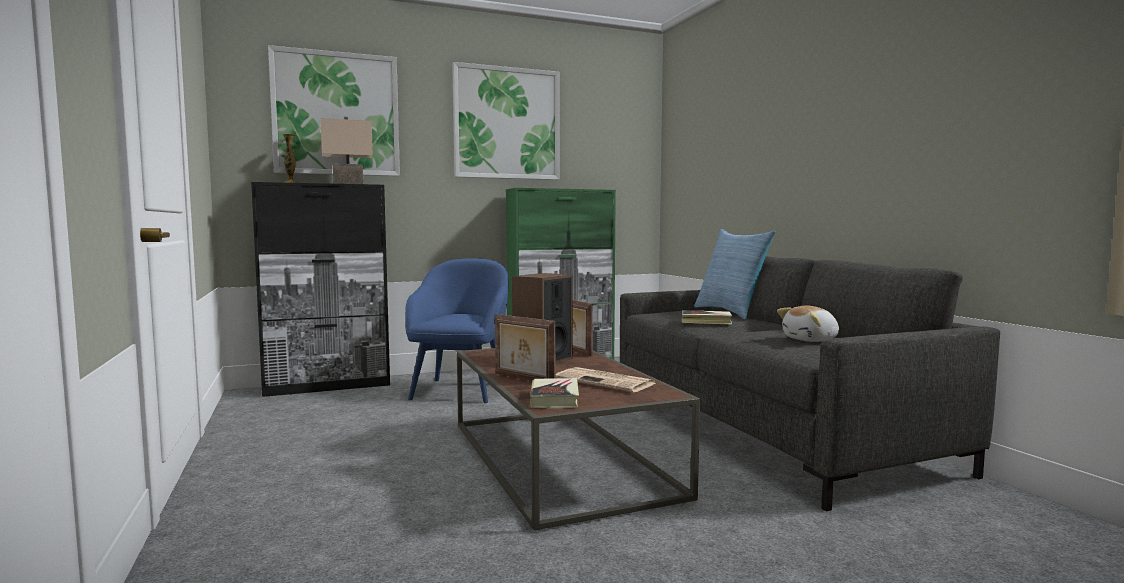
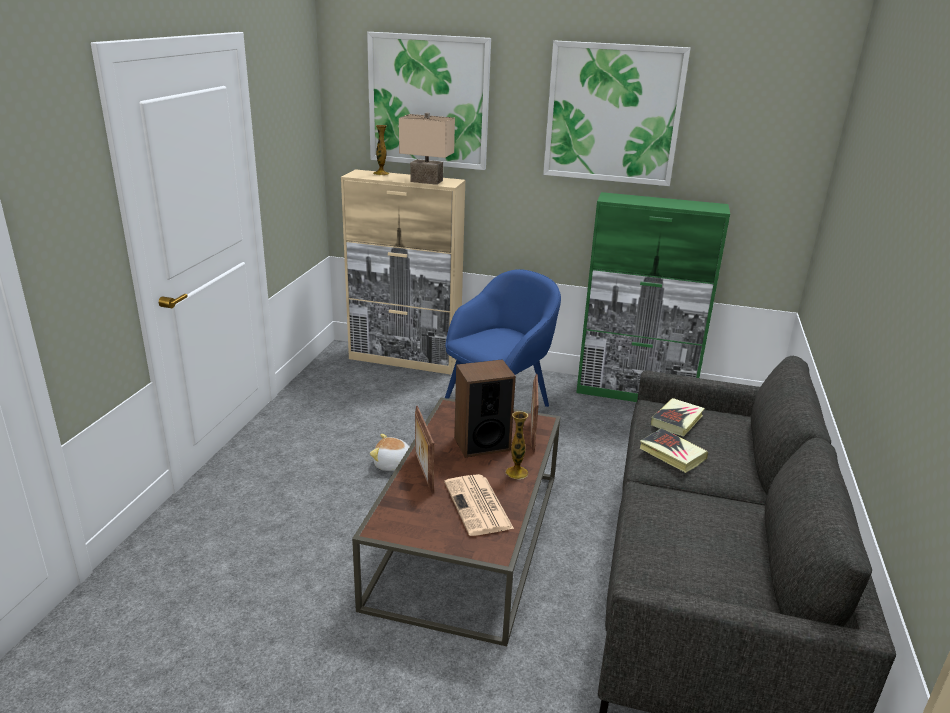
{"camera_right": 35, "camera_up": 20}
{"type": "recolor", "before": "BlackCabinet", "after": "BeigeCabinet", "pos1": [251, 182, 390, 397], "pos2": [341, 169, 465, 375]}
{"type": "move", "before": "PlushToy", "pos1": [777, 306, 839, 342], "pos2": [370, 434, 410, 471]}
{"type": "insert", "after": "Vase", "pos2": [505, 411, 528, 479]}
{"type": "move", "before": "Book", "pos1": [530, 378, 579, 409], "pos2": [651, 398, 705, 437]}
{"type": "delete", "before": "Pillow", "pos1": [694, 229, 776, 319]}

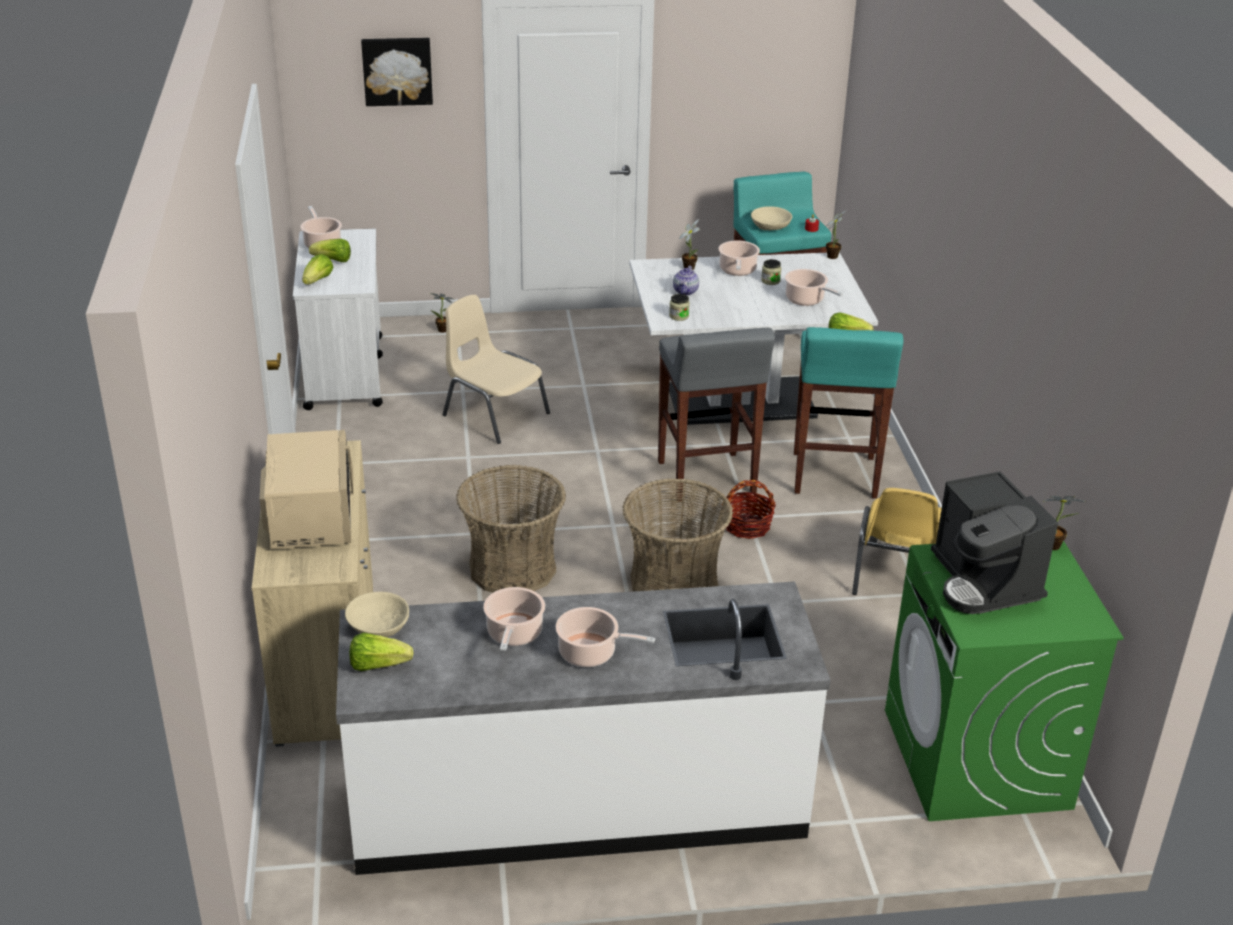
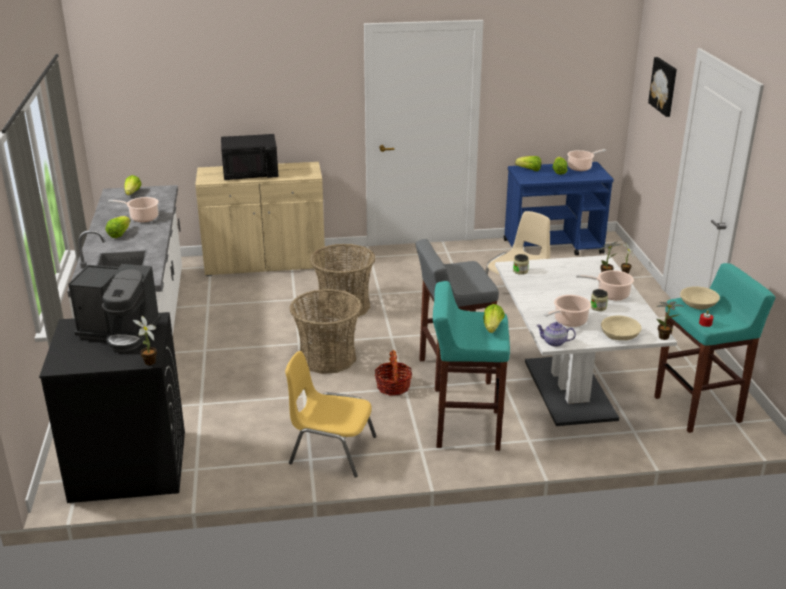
{"camera_right": 90, "camera_up": -5}
{"type": "recolor", "before": "GreenWashingMachine", "after": "BlackWashingMachine", "pos1": [885, 541, 1124, 821], "pos2": [39, 312, 185, 503]}
{"type": "rotate", "before": "CoffeeMachine", "pos1": [931, 471, 1058, 614], "pos2": [68, 264, 161, 352], "turn": -150}
{"type": "replace", "before": "CookingPot", "after": "Lettuce", "pos1": [555, 607, 655, 667], "pos2": [106, 216, 130, 238]}
{"type": "recolor", "before": "BeigeMicrowave", "after": "BlackMicrowave", "pos1": [260, 430, 353, 549], "pos2": [221, 134, 278, 180]}
{"type": "recolor", "before": "WhiteCart", "after": "BlueCart", "pos1": [293, 229, 383, 410], "pos2": [504, 162, 614, 255]}
{"type": "move", "before": "Teapot", "pos1": [673, 265, 699, 295], "pos2": [536, 322, 576, 347]}
{"type": "move", "before": "BeigeBowl", "pos1": [345, 592, 409, 638], "pos2": [601, 316, 642, 340]}

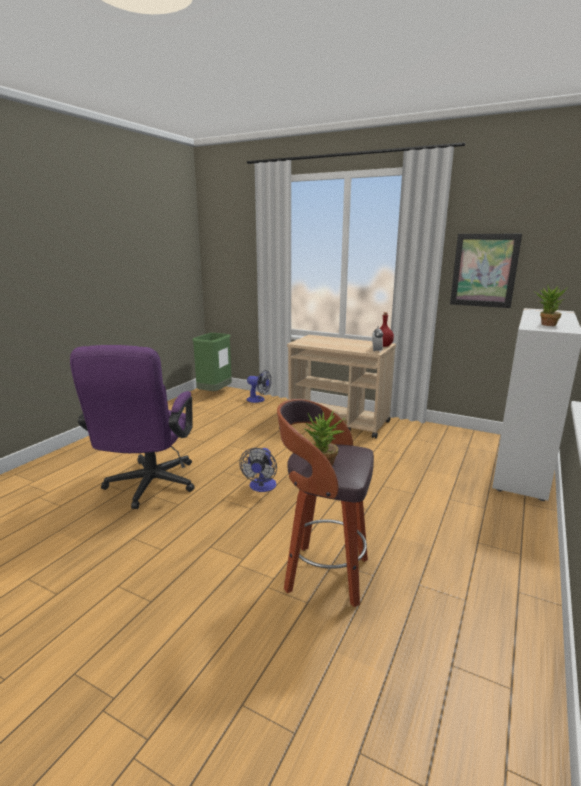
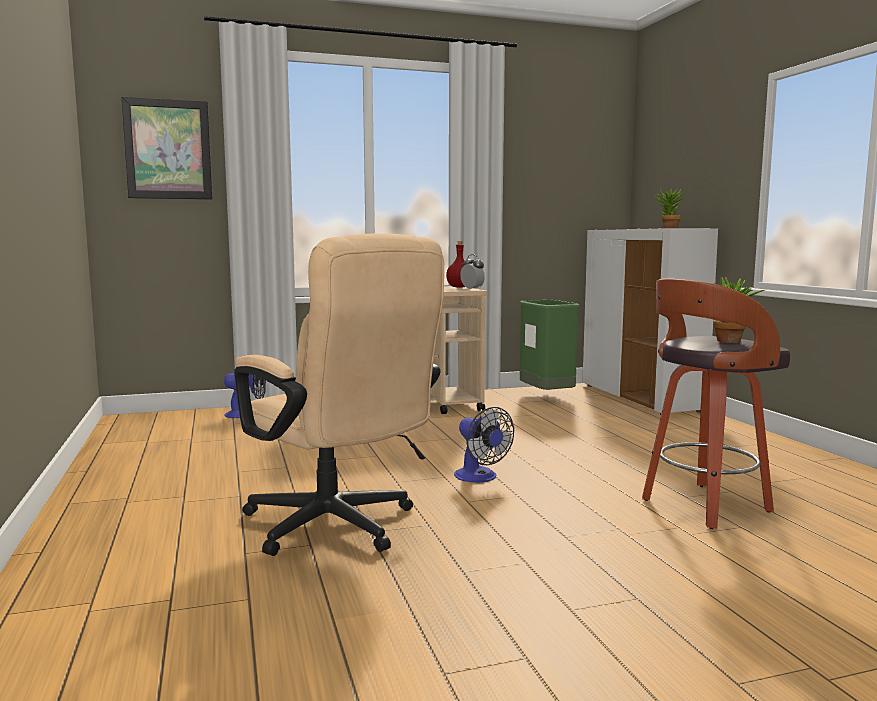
{"camera_right": -45, "camera_up": -10}
{"type": "move", "before": "Picture", "pos1": [450, 234, 522, 308], "pos2": [122, 97, 212, 199]}
{"type": "recolor", "before": "PurpleOfficeChair", "after": "BeigeOfficeChair", "pos1": [70, 345, 195, 509], "pos2": [234, 233, 444, 556]}
{"type": "move", "before": "GreenTrashCan", "pos1": [192, 333, 232, 391], "pos2": [520, 300, 580, 390]}

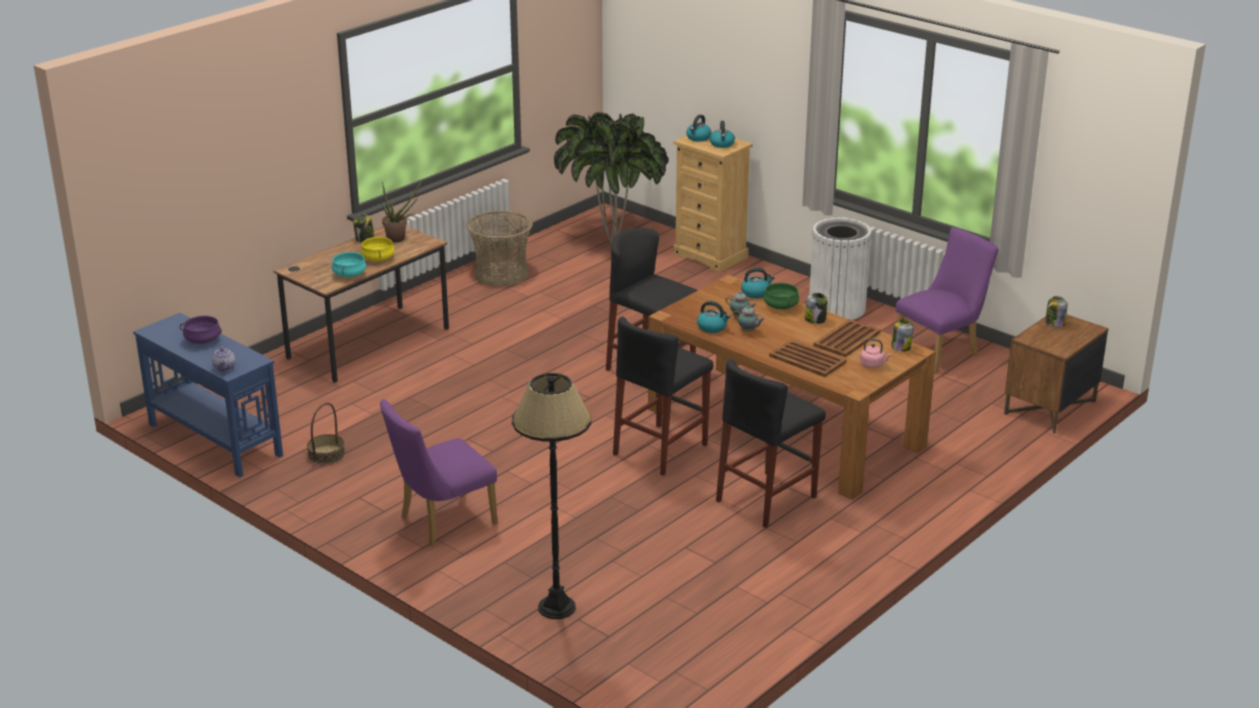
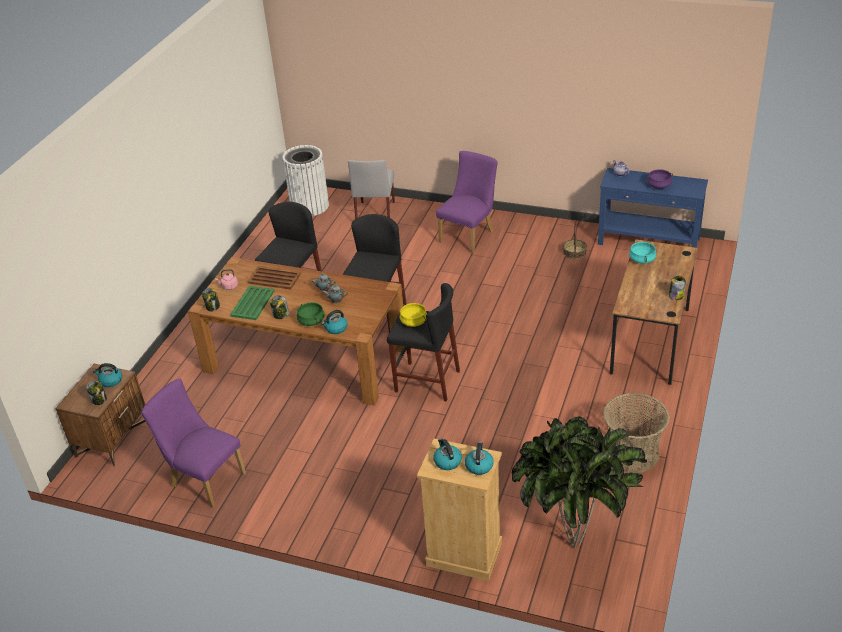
{"camera_right": 160, "camera_up": 10}
{"type": "move", "before": "Kettle", "pos1": [697, 301, 731, 333], "pos2": [93, 363, 122, 387]}
{"type": "rotate", "before": "PurpleChair", "pos1": [896, 227, 999, 373], "pos2": [141, 378, 246, 508], "turn": 90}
{"type": "recolor", "before": "BrownTray", "after": "GreenTray", "pos1": [813, 319, 881, 357], "pos2": [230, 286, 275, 320]}
{"type": "move", "before": "WhiteTrashCan", "pos1": [809, 218, 872, 320], "pos2": [283, 145, 329, 216]}
{"type": "replace", "before": "BlackFloorLamp", "after": "GreyChair", "pos1": [512, 373, 592, 619], "pos2": [348, 160, 395, 219]}
{"type": "move", "before": "YellowCookingPot", "pos1": [361, 237, 395, 262], "pos2": [400, 303, 427, 327]}
{"type": "delete", "before": "PottedPlant", "pos1": [382, 181, 422, 242]}

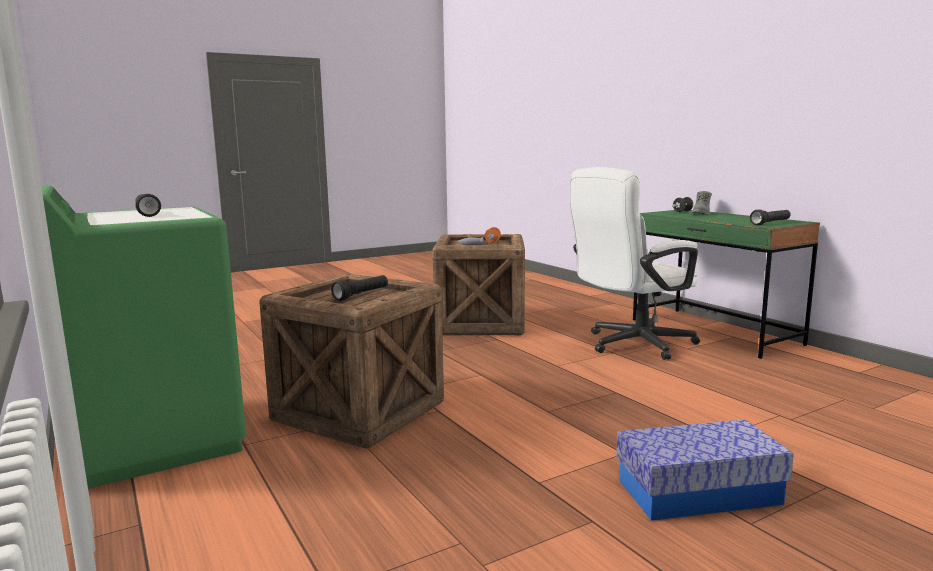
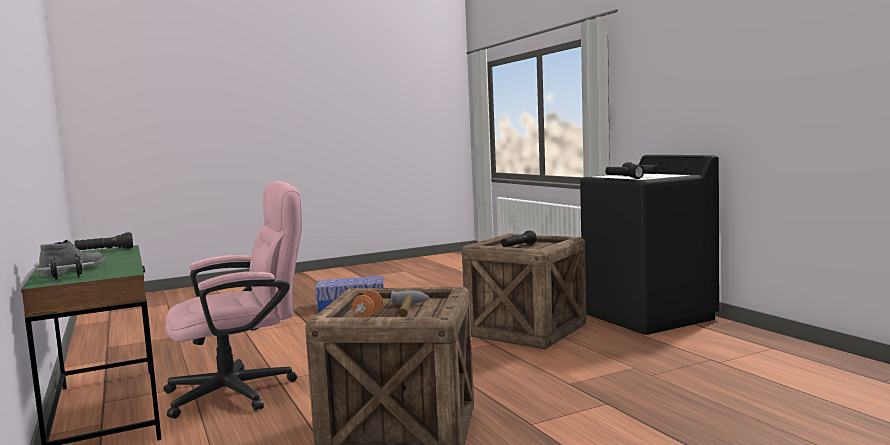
{"camera_right": -175, "camera_up": -5}
{"type": "recolor", "before": "WhiteOfficeChair", "after": "PinkOfficeChair", "pos1": [569, 167, 700, 360], "pos2": [163, 181, 302, 419]}
{"type": "recolor", "before": "GreenWashingMachine", "after": "BlackWashingMachine", "pos1": [41, 185, 246, 489], "pos2": [580, 155, 719, 335]}
{"type": "insert", "after": "BlackFlashlight", "pos2": [605, 165, 644, 179]}

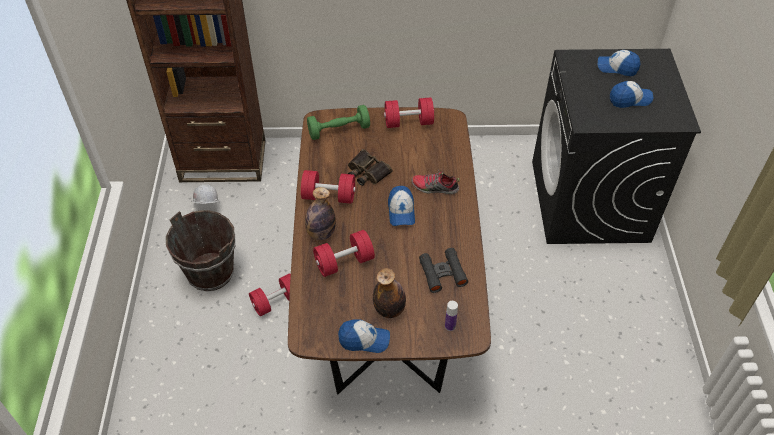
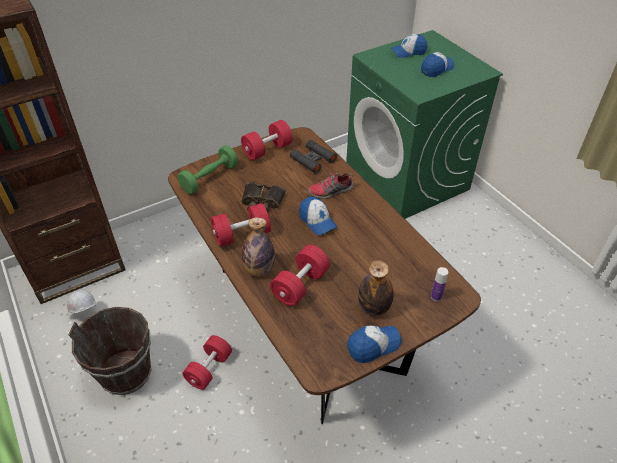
{"camera_right": -30, "camera_up": -5}
{"type": "move", "before": "BlackBinoculars", "pos1": [419, 248, 468, 293], "pos2": [290, 140, 337, 174]}
{"type": "recolor", "before": "BlackWashingMachine", "after": "GreenWashingMachine", "pos1": [532, 49, 701, 244], "pos2": [346, 30, 503, 219]}

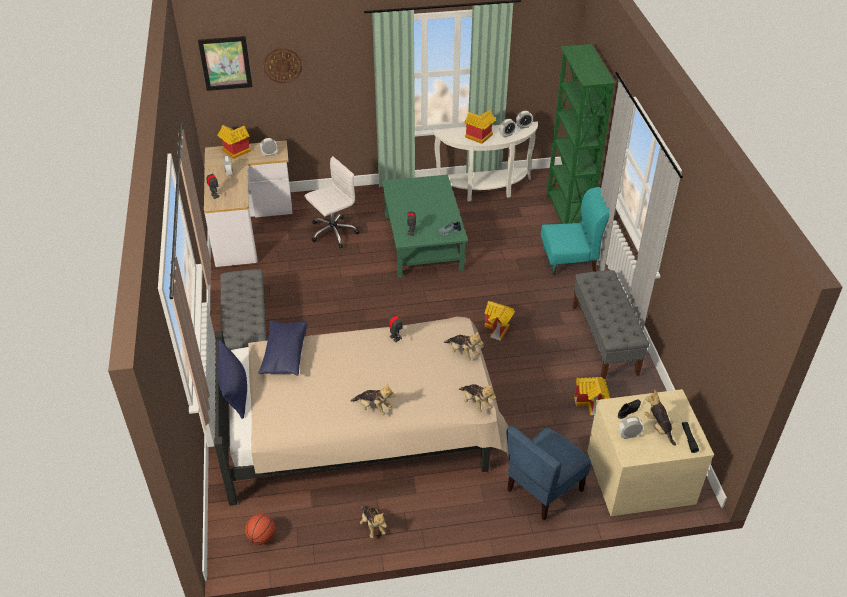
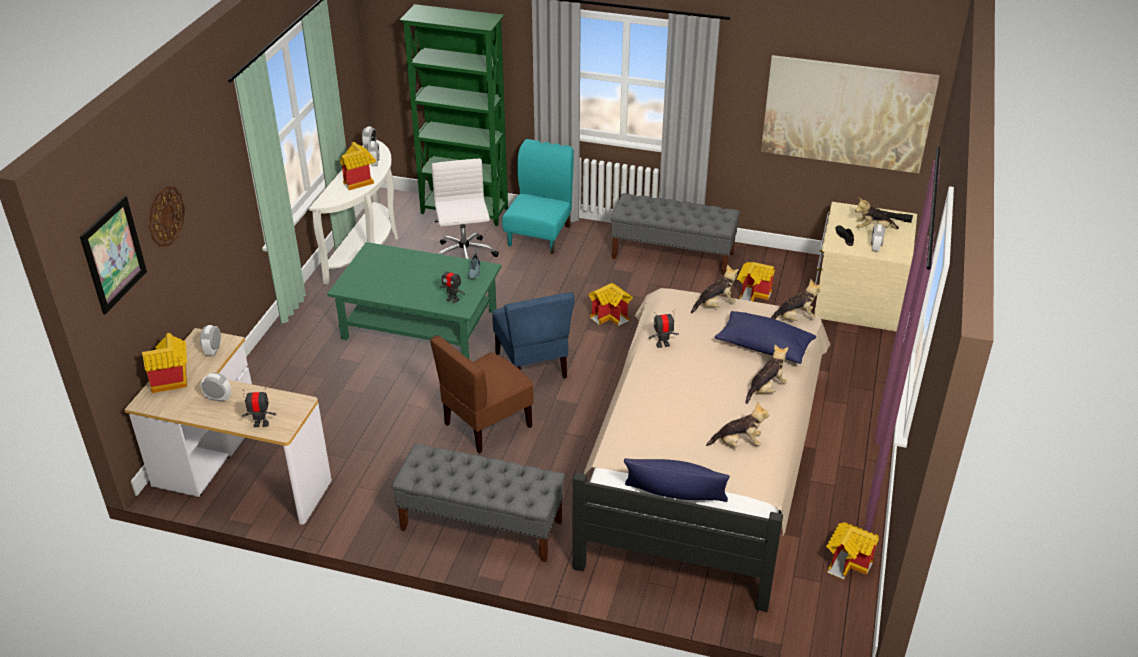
{"camera_right": -65, "camera_up": -5}
{"type": "insert", "after": "BrownChair", "pos2": [430, 335, 534, 453]}
{"type": "move", "before": "WhiteOfficeChair", "pos1": [305, 156, 359, 248], "pos2": [431, 159, 499, 259]}
{"type": "move", "before": "BlueChair", "pos1": [506, 425, 591, 520], "pos2": [492, 292, 575, 378]}
{"type": "move", "before": "PlushToy", "pos1": [360, 506, 387, 538], "pos2": [706, 402, 769, 447]}
{"type": "move", "before": "BluePillow", "pos1": [258, 321, 308, 375], "pos2": [715, 311, 816, 364]}
{"type": "insert", "after": "Picture", "pos2": [761, 55, 939, 174]}
{"type": "insert", "after": "ToyHouse", "pos2": [826, 522, 879, 579]}
{"type": "delete", "before": "Basketball", "pos1": [245, 514, 275, 545]}

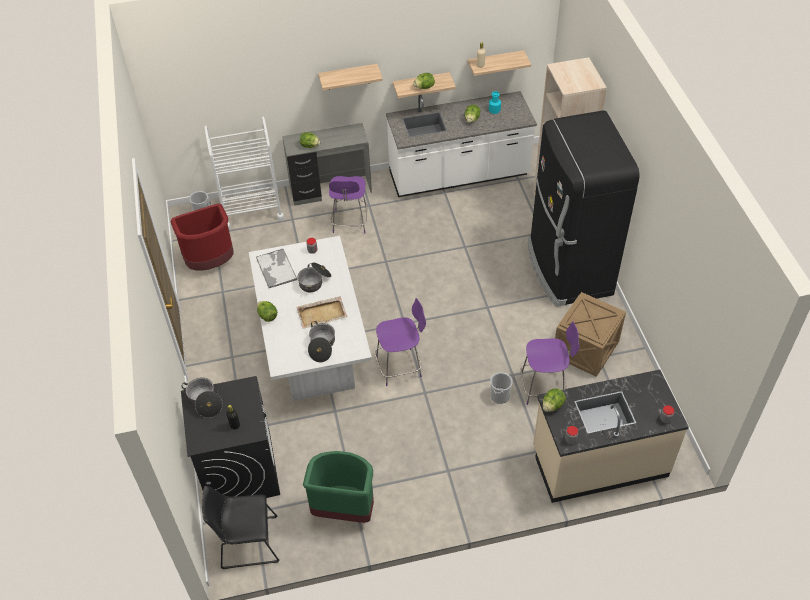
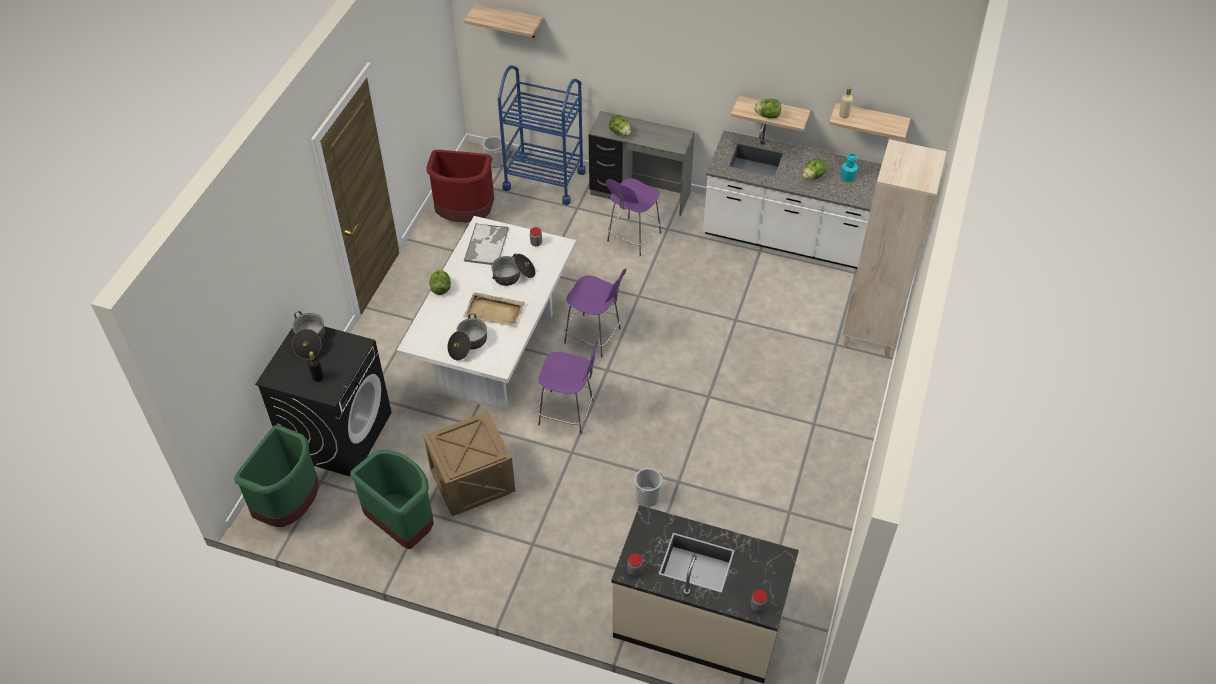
{"camera_right": 30, "camera_up": 0}
{"type": "replace", "before": "BlackChair", "after": "GreenTrashCan", "pos1": [202, 486, 279, 569], "pos2": [234, 425, 319, 527]}
{"type": "move", "before": "Crate", "pos1": [555, 292, 626, 377], "pos2": [423, 412, 515, 516]}
{"type": "move", "before": "Shelf", "pos1": [318, 64, 383, 90], "pos2": [464, 4, 543, 38]}
{"type": "recolor", "before": "WhiteCart", "after": "BlueCart", "pos1": [204, 116, 284, 230], "pos2": [498, 65, 586, 205]}
{"type": "move", "before": "PurpleChair", "pos1": [520, 321, 579, 405], "pos2": [564, 268, 626, 358]}
{"type": "delete", "before": "BlackFridge", "pos1": [528, 110, 640, 307]}
{"type": "delete", "before": "Lettuce", "pos1": [542, 388, 566, 412]}

